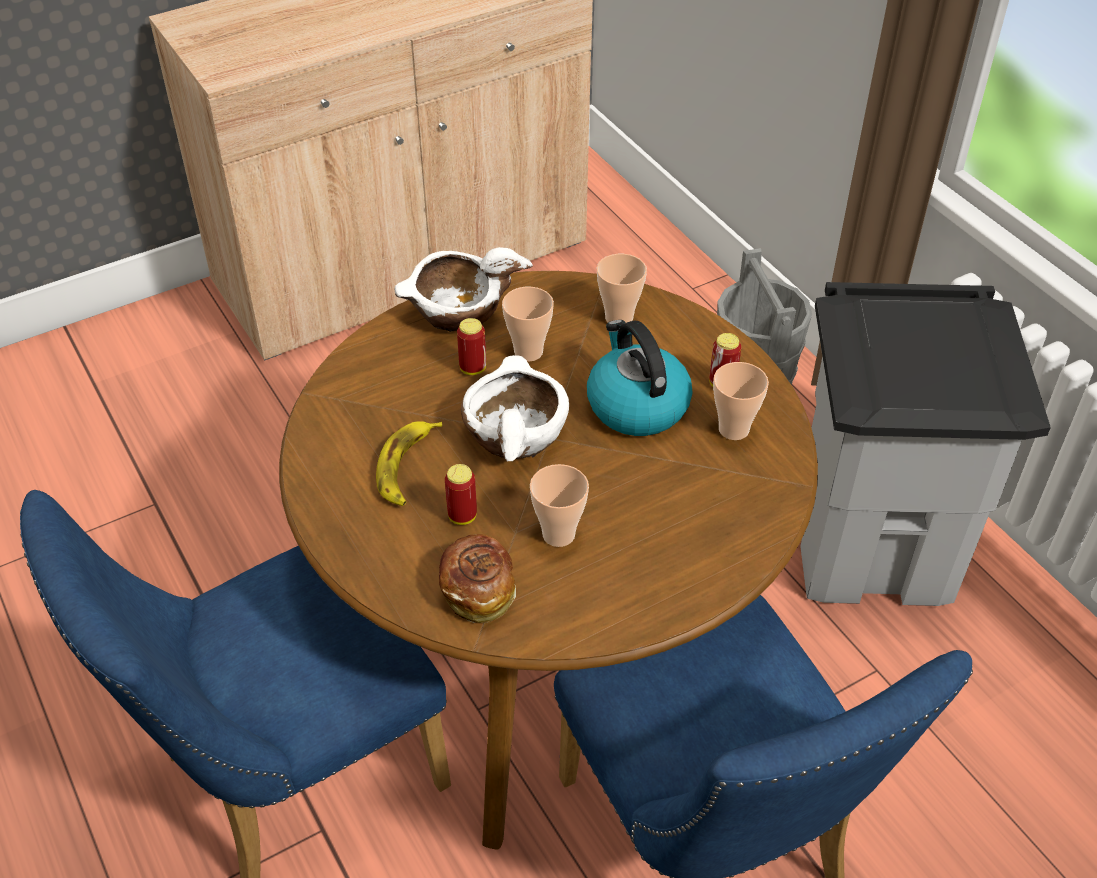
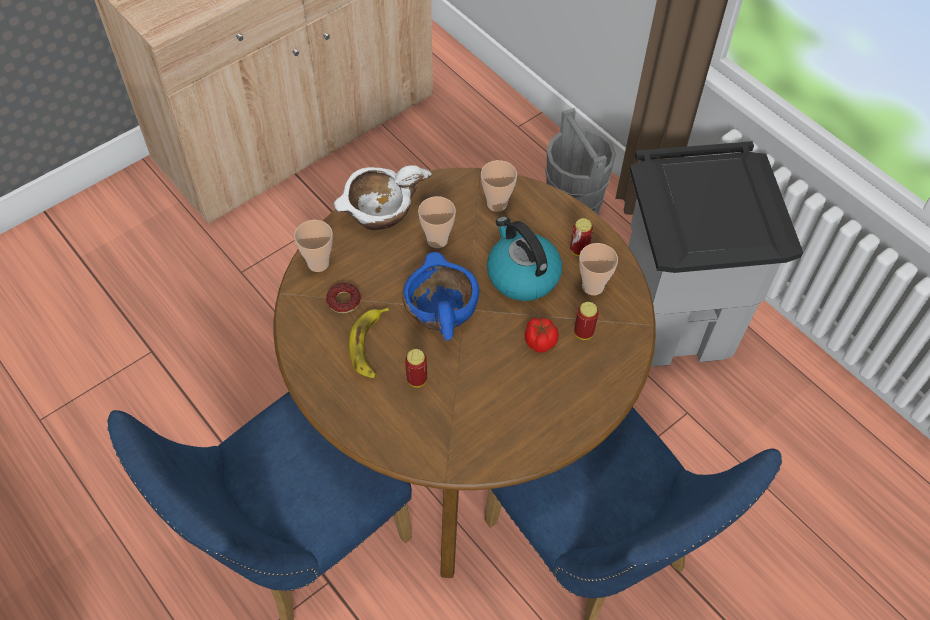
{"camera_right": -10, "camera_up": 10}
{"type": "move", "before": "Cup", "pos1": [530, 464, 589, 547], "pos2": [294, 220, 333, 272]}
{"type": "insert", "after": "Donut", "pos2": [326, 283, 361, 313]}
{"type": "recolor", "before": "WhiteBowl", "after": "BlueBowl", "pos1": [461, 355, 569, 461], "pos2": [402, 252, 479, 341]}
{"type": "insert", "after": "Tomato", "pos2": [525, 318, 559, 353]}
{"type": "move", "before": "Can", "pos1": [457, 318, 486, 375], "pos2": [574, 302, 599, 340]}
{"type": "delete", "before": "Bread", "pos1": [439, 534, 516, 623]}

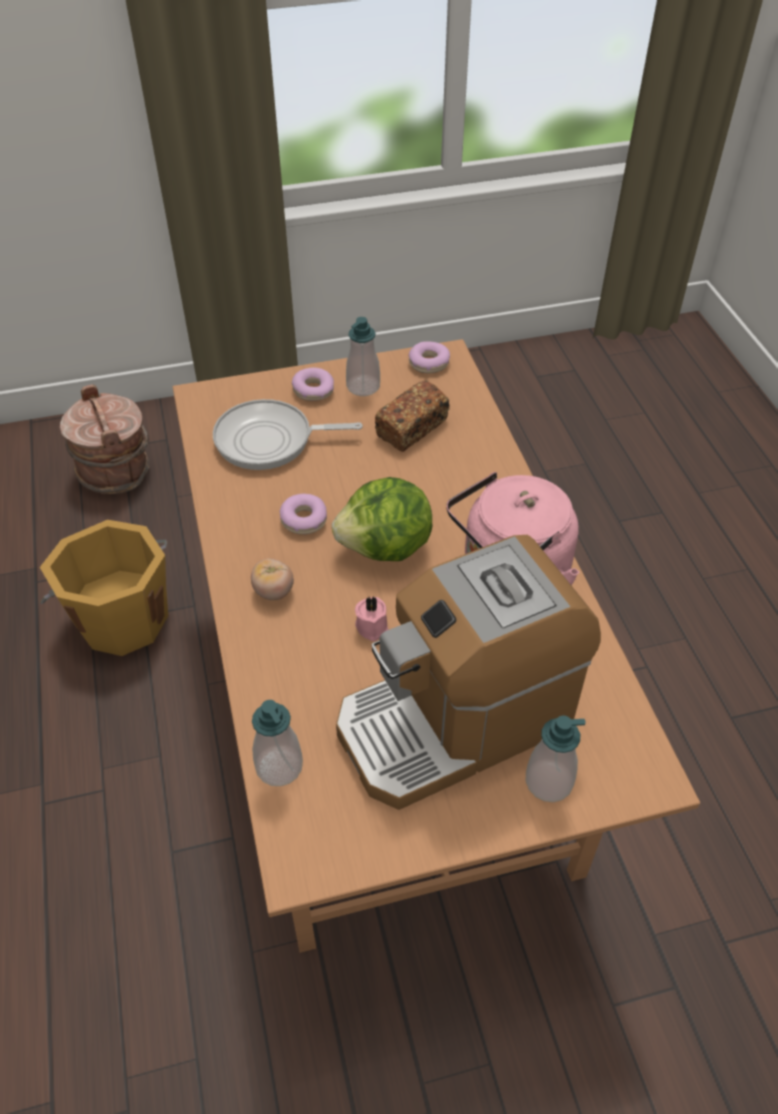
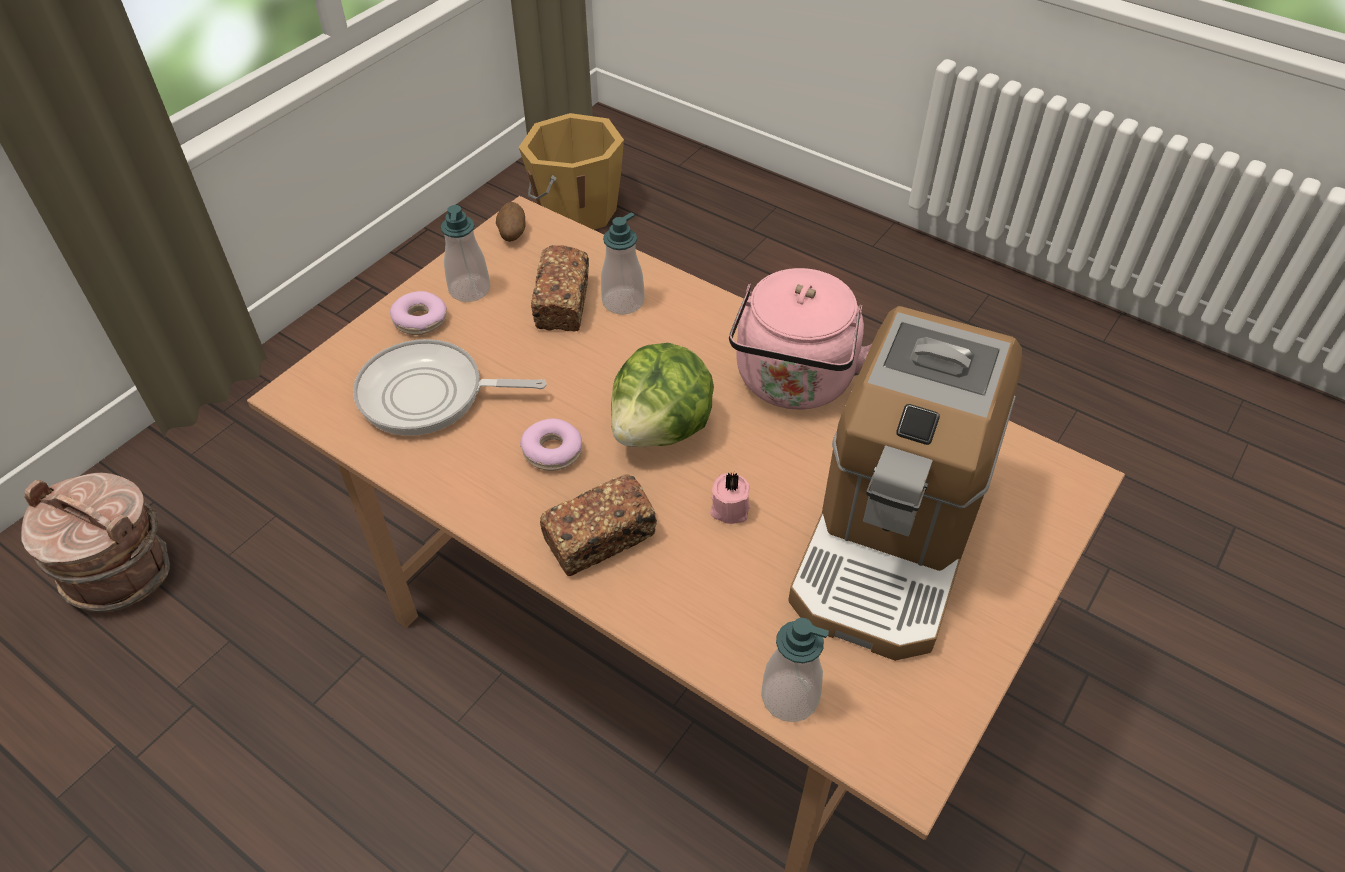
{"camera_right": -40, "camera_up": 0}
{"type": "rotate", "before": "FryingPan", "pos1": [213, 399, 363, 470], "pos2": [353, 339, 547, 436], "turn": 45}
{"type": "replace", "before": "Donut", "after": "Potato", "pos1": [409, 342, 450, 373], "pos2": [496, 202, 526, 242]}
{"type": "move", "before": "OrangeBucket", "pos1": [40, 520, 168, 656], "pos2": [519, 113, 624, 230]}
{"type": "replace", "before": "Tomato", "after": "Bread", "pos1": [251, 558, 294, 600], "pos2": [540, 474, 657, 576]}
{"type": "move", "before": "SoapDispenser", "pos1": [526, 715, 586, 802], "pos2": [601, 213, 644, 315]}

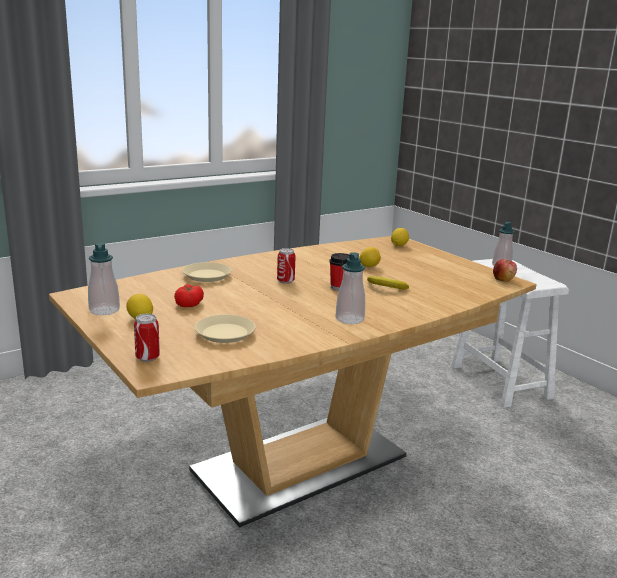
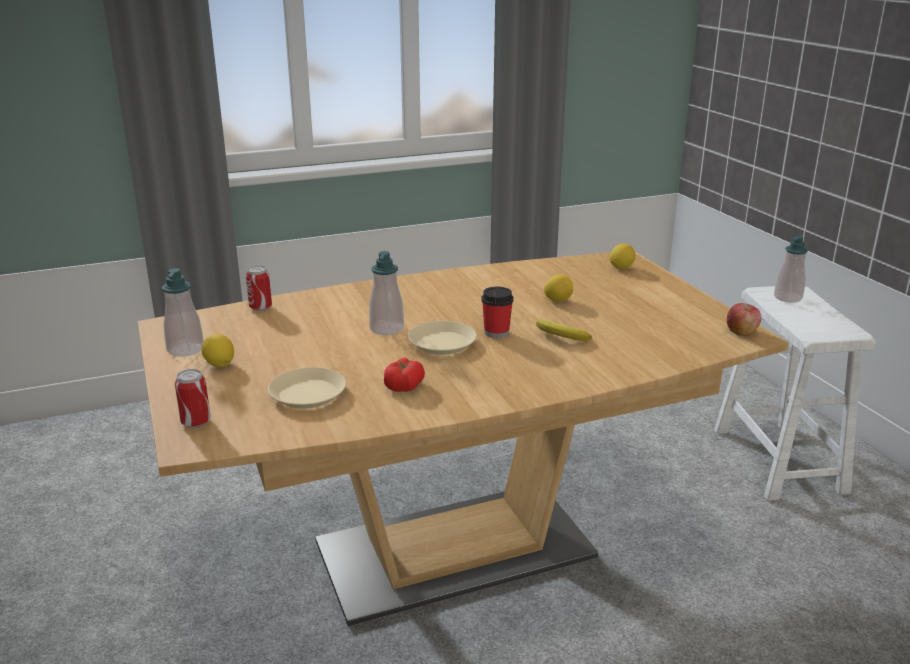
{"camera_right": 15, "camera_up": 5}
{"type": "move", "before": "Can", "pos1": [277, 248, 296, 284], "pos2": [246, 266, 272, 311]}
{"type": "move", "before": "SoapDispenser", "pos1": [336, 252, 365, 324], "pos2": [369, 251, 404, 335]}
{"type": "move", "before": "Tomato", "pos1": [174, 284, 204, 307], "pos2": [384, 357, 425, 392]}
{"type": "move", "before": "BeigePlate", "pos1": [182, 262, 232, 282], "pos2": [408, 321, 477, 355]}

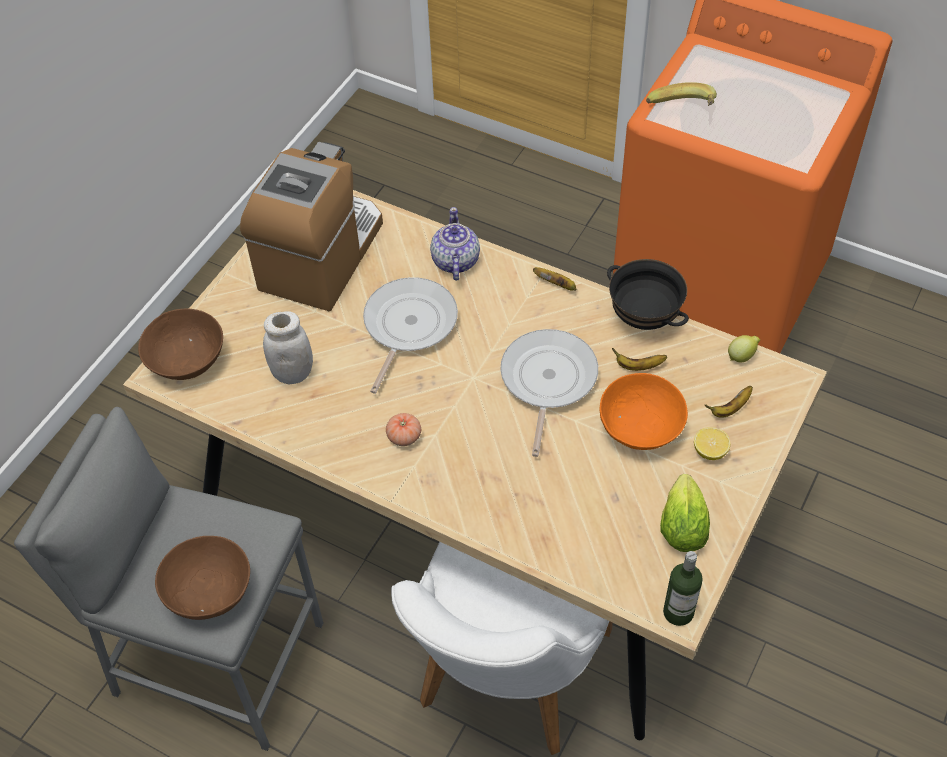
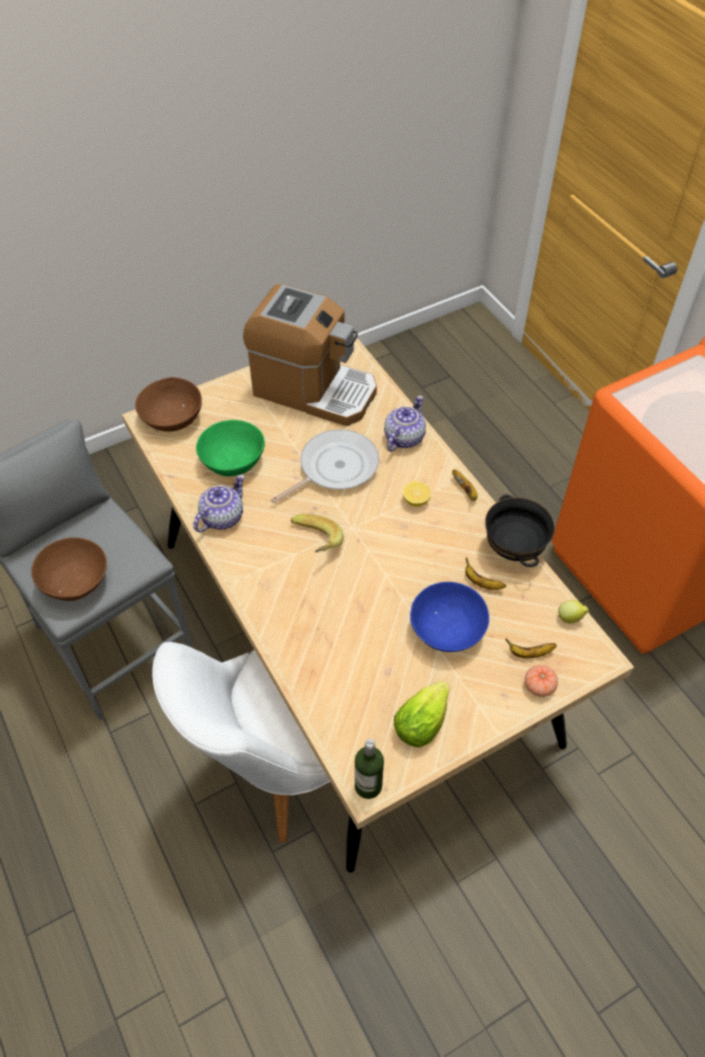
{"camera_right": 30, "camera_up": 0}
{"type": "insert", "after": "Teapot", "pos2": [193, 475, 245, 532]}
{"type": "replace", "before": "WhiteJar", "after": "GreenBowl", "pos1": [263, 311, 313, 384], "pos2": [196, 420, 265, 477]}
{"type": "rotate", "before": "CoffeeMachine", "pos1": [240, 142, 383, 311], "pos2": [243, 284, 377, 426], "turn": 60}
{"type": "move", "before": "Banana", "pos1": [646, 82, 717, 106], "pos2": [291, 514, 344, 553]}
{"type": "move", "before": "Lemon", "pos1": [694, 427, 730, 460], "pos2": [403, 481, 431, 506]}
{"type": "recolor", "before": "OrangeBowl", "after": "BlueBowl", "pos1": [600, 373, 688, 450], "pos2": [410, 582, 489, 652]}
{"type": "move", "before": "Tomato", "pos1": [386, 413, 421, 446], "pos2": [525, 665, 558, 697]}
{"type": "delete", "before": "FryingPan", "pos1": [500, 329, 598, 457]}

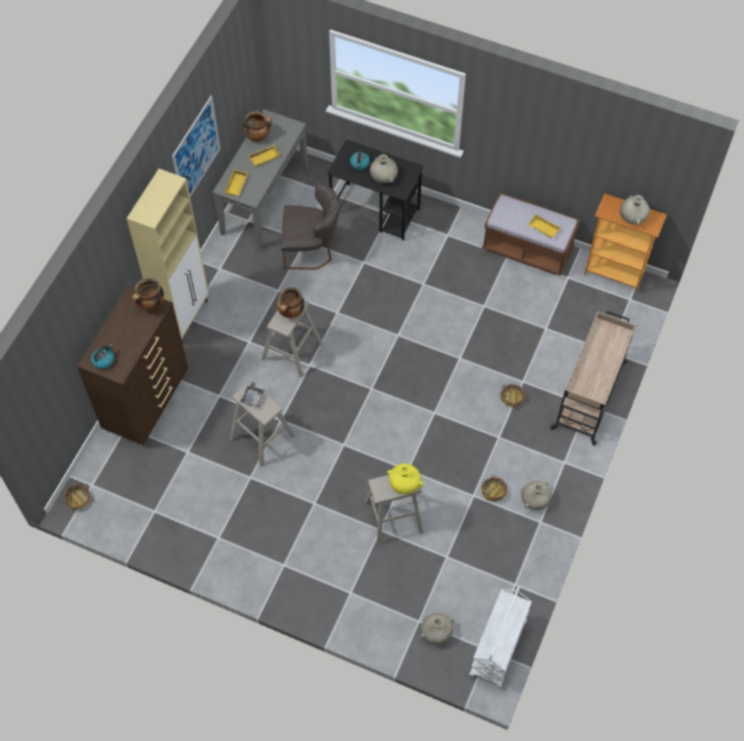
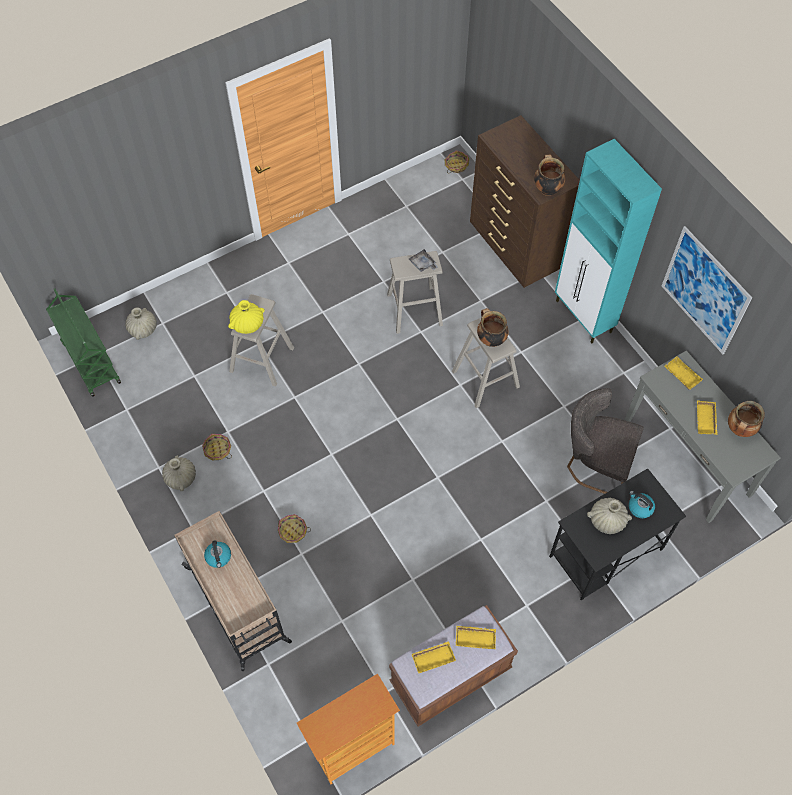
{"camera_right": 125, "camera_up": 0}
{"type": "recolor", "before": "WhiteCart", "after": "GreenCart", "pos1": [469, 587, 532, 688], "pos2": [46, 288, 121, 397]}
{"type": "move", "before": "Kettle", "pos1": [91, 344, 114, 369], "pos2": [204, 540, 231, 568]}
{"type": "insert", "after": "YellowTray", "pos2": [456, 626, 496, 649]}
{"type": "recolor", "before": "BeigeCabinet", "after": "TurquoiseCabinet", "pos1": [126, 169, 209, 344], "pos2": [555, 139, 662, 344]}
{"type": "rotate", "before": "GreyChair", "pos1": [281, 182, 340, 270], "pos2": [567, 388, 644, 494], "turn": 75}
{"type": "delete", "before": "BeigeVase", "pos1": [620, 195, 650, 225]}

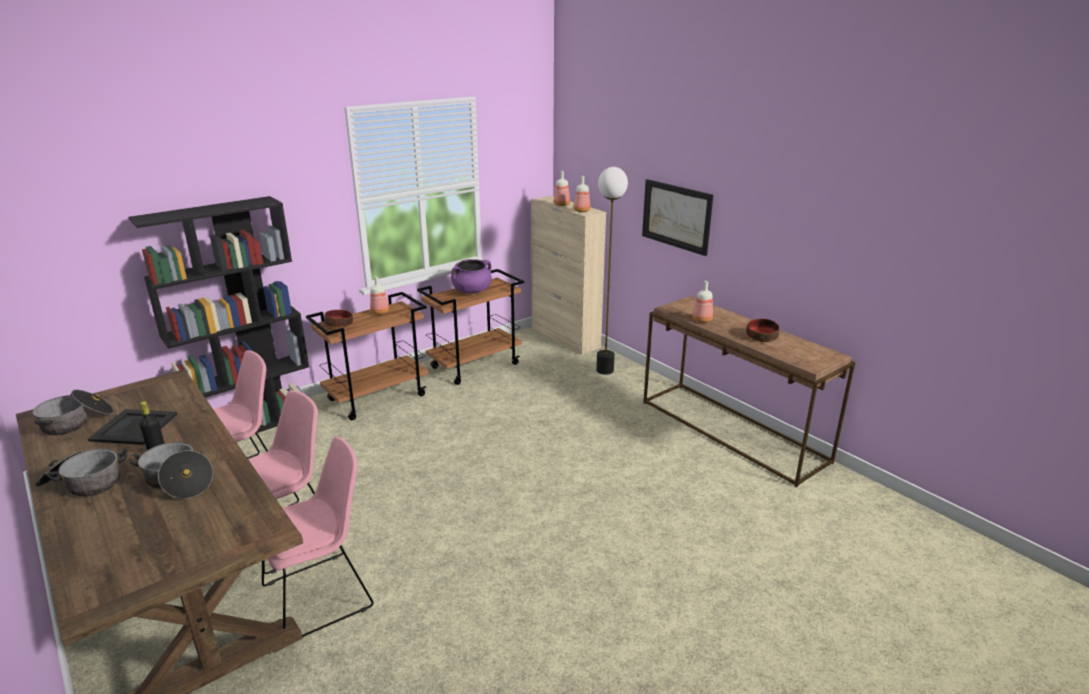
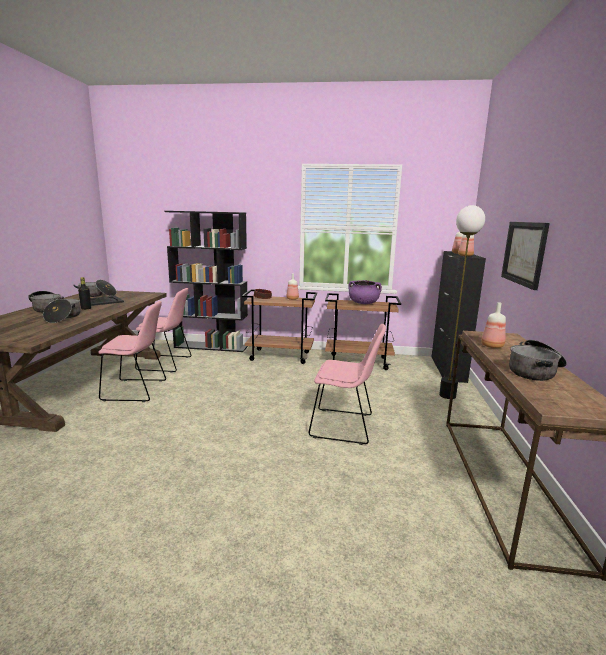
{"camera_right": 45, "camera_up": -10}
{"type": "move", "before": "PinkChair", "pos1": [262, 437, 373, 637], "pos2": [308, 324, 386, 445]}
{"type": "recolor", "before": "BeigeCabinet", "after": "BlackCabinet", "pos1": [531, 196, 606, 355], "pos2": [432, 251, 486, 383]}
{"type": "replace", "before": "Bowl", "after": "CookingPot", "pos1": [746, 319, 779, 342], "pos2": [509, 340, 567, 381]}

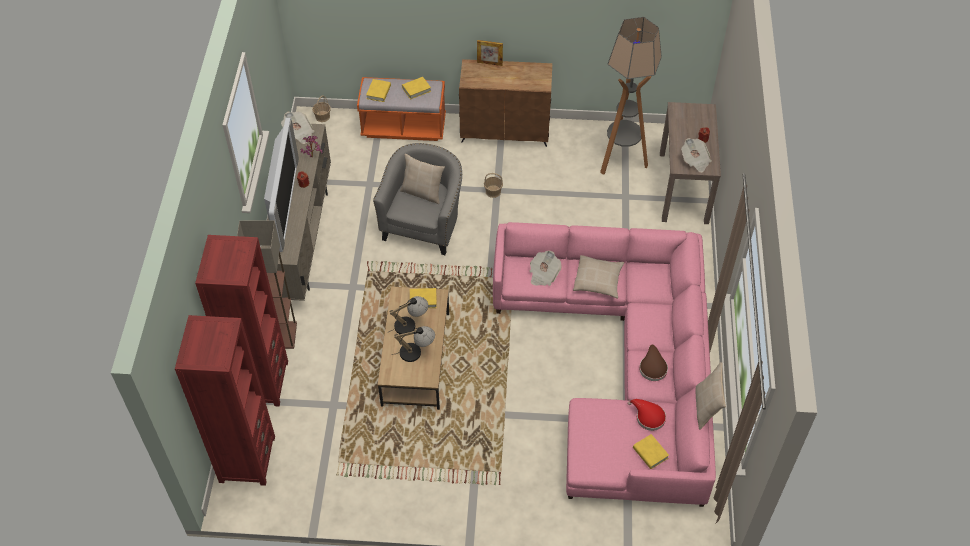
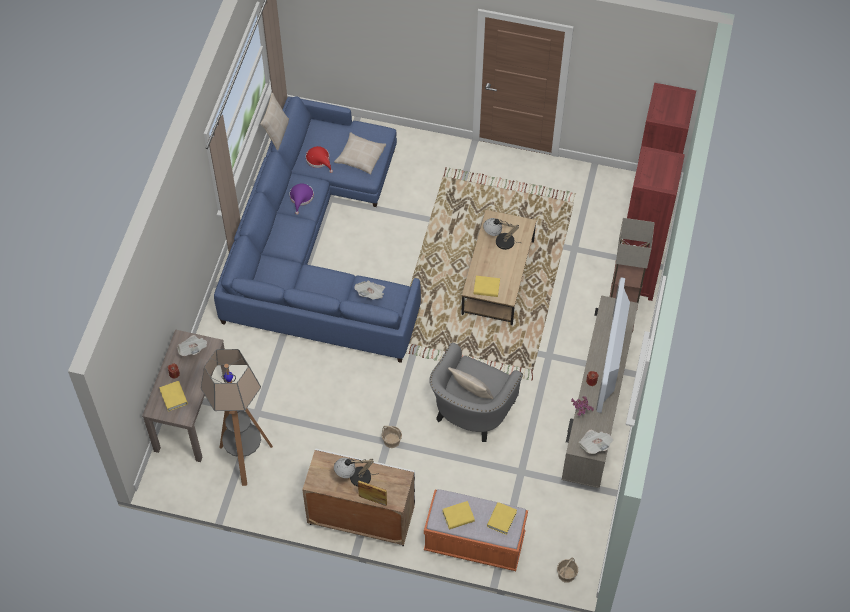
{"camera_right": -170, "camera_up": 5}
{"type": "move", "before": "YellowBook", "pos1": [633, 434, 669, 469], "pos2": [159, 381, 188, 412]}
{"type": "recolor", "before": "PinkSofa", "after": "BlueSofa", "pos1": [493, 222, 716, 507], "pos2": [214, 96, 421, 363]}
{"type": "recolor", "before": "BrownHat", "after": "PurpleHat", "pos1": [639, 345, 668, 381], "pos2": [289, 184, 314, 215]}
{"type": "recolor", "before": "BrownCabinet", "after": "WhiteCabinet", "pos1": [459, 59, 552, 147], "pos2": [302, 448, 415, 546]}
{"type": "move", "before": "BeigePillow", "pos1": [573, 255, 624, 299], "pos2": [334, 132, 386, 175]}
{"type": "move", "before": "TableLamp", "pos1": [389, 296, 428, 334], "pos2": [334, 458, 379, 487]}

